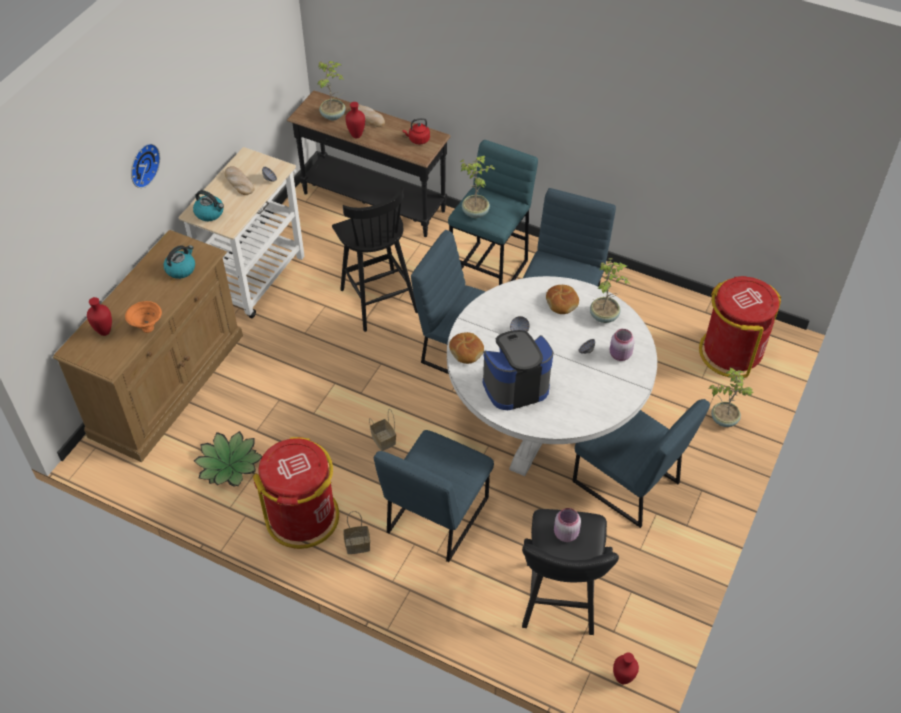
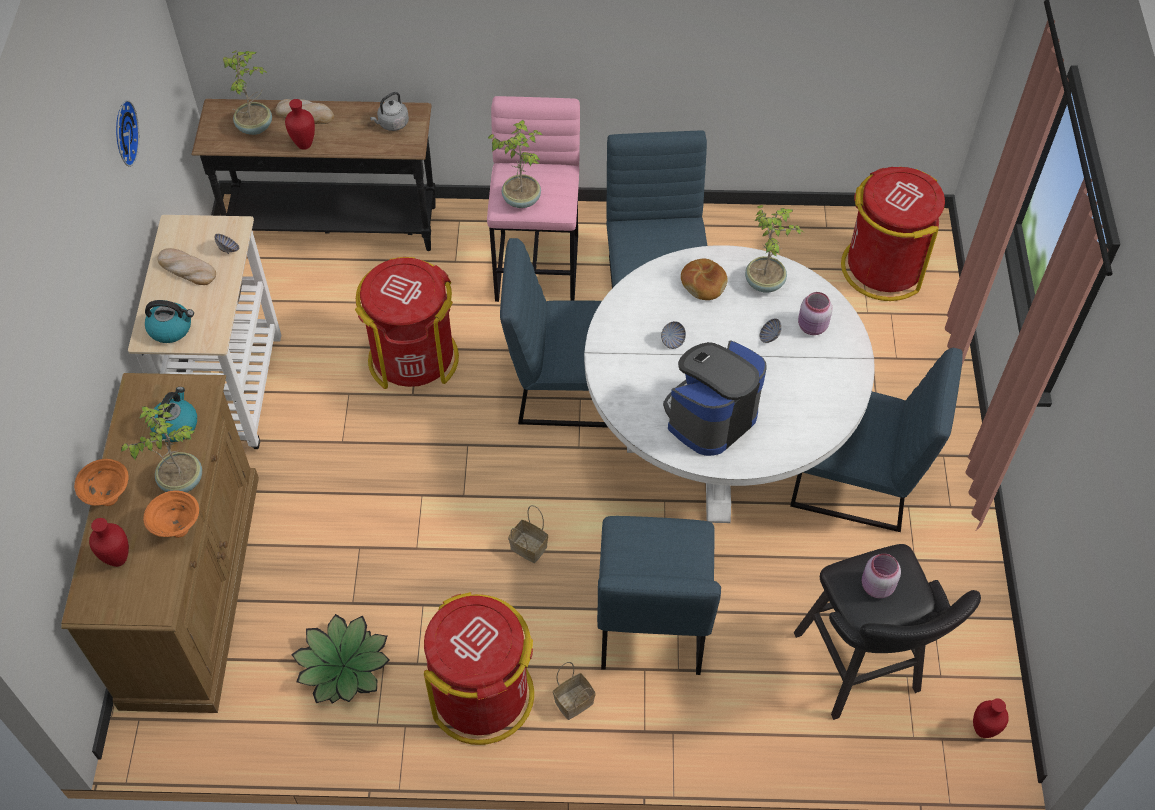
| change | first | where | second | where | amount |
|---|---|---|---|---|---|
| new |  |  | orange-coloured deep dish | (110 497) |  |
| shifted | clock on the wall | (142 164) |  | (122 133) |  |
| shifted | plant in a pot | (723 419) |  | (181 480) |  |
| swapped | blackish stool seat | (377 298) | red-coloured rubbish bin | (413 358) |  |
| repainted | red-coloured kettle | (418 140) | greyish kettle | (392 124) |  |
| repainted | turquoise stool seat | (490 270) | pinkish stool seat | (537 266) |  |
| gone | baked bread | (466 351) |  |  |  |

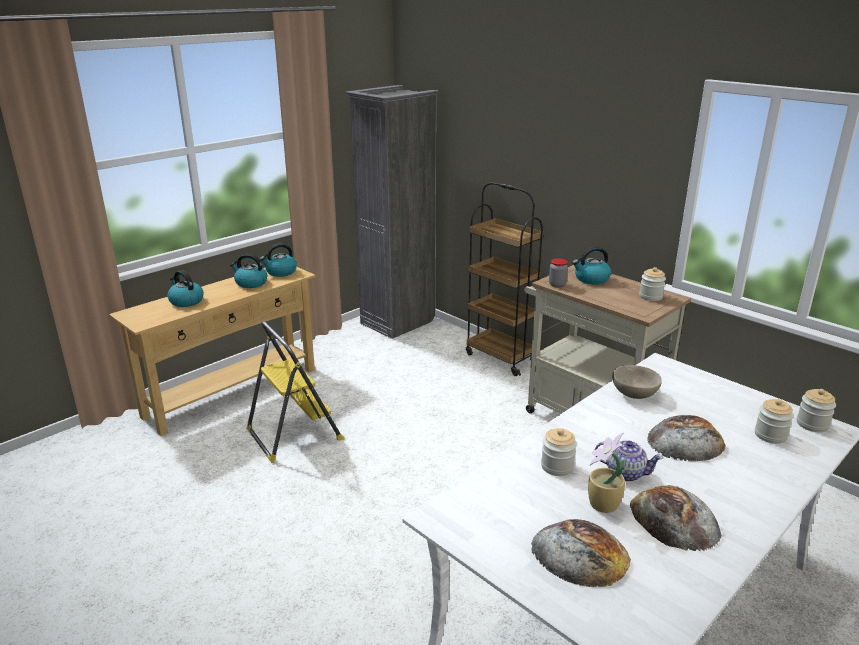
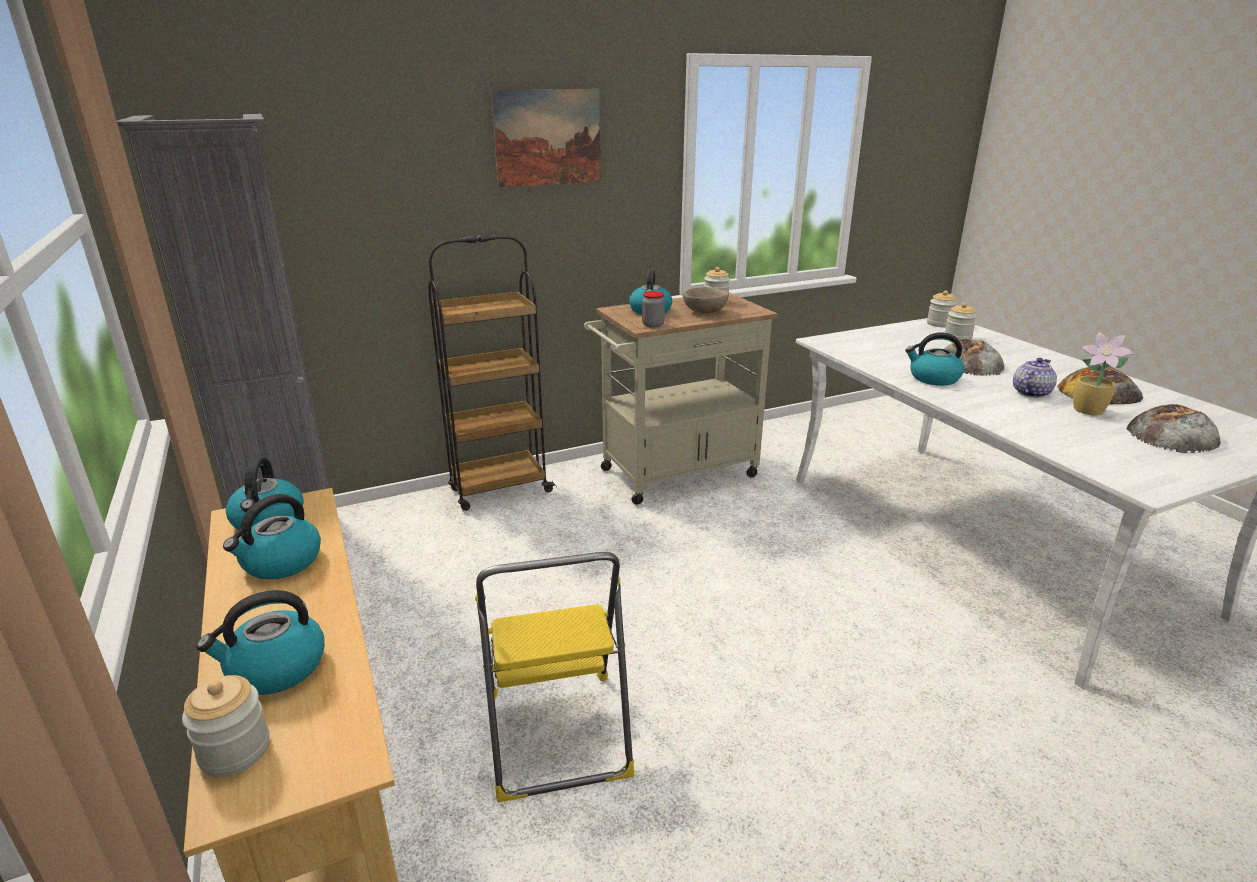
| change | first | where | second | where | amount |
|---|---|---|---|---|---|
| shifted | storage jar | (557 466) |  | (235 751) |  |
| new |  |  | picture | (548 137) |  |
| shifted | beige deep dish | (634 394) |  | (705 312) |  |
| new |  |  | kettle | (933 378) |  |

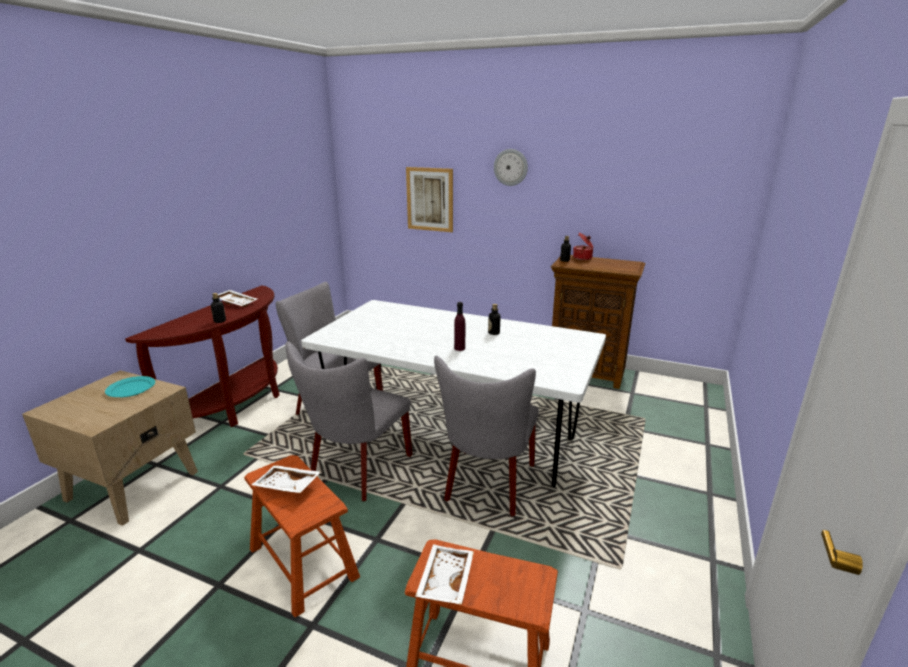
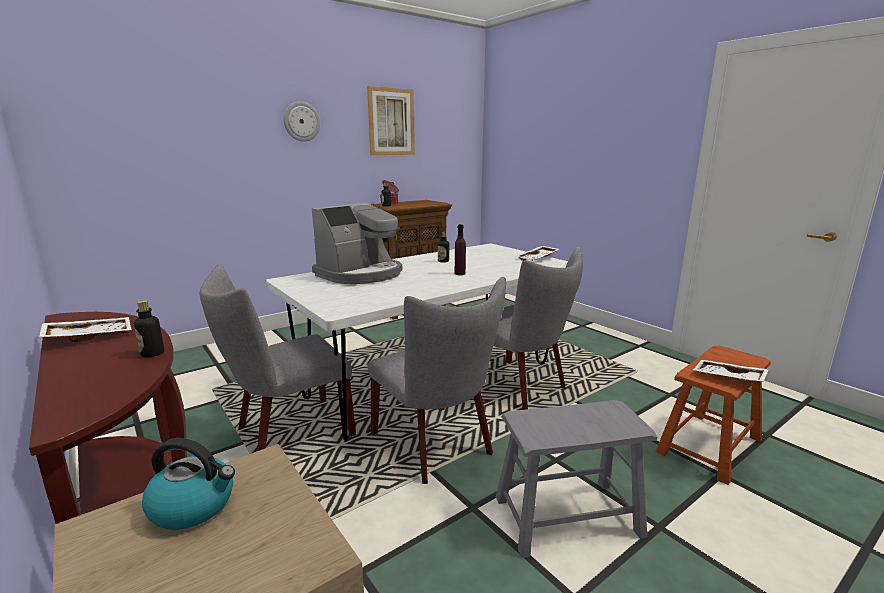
| change | first | where | second | where | amount |
|---|---|---|---|---|---|
| swapped | turquoise plate | (131 388) | kettle | (194 506) |  |
| new |  |  | coffee brewer | (361 274) |  |
| shifted | picture | (430 199) |  | (391 122) |  |
| repainted | brown-coloured stool seat | (303 563) | greyish stool seat | (567 516) |  |
| shifted | white serving tray | (286 486) |  | (538 258) |  |

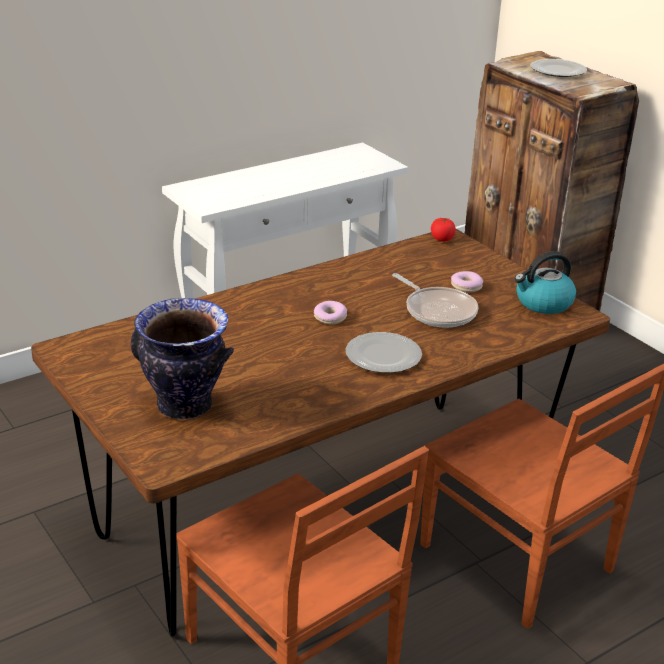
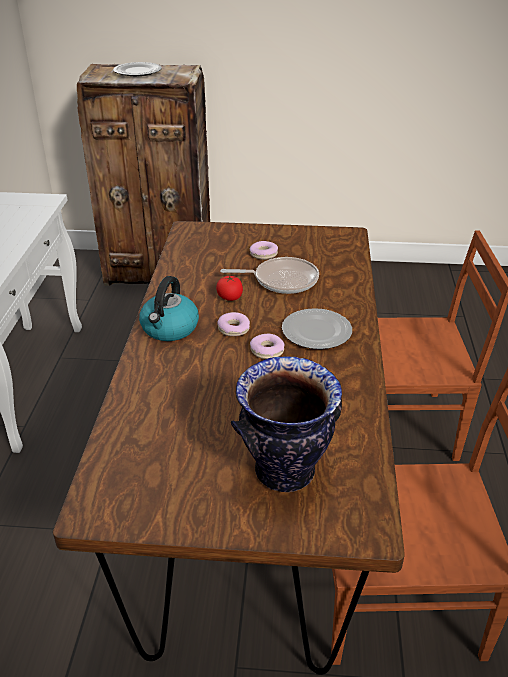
| change | first | where | second | where | amount |
|---|---|---|---|---|---|
| shifted | kettle | (543 303) |  | (169 329) |  |
| shifted | tomato | (442 239) |  | (230 297) |  |
| new |  |  | ring doughnut | (267 351) |  |

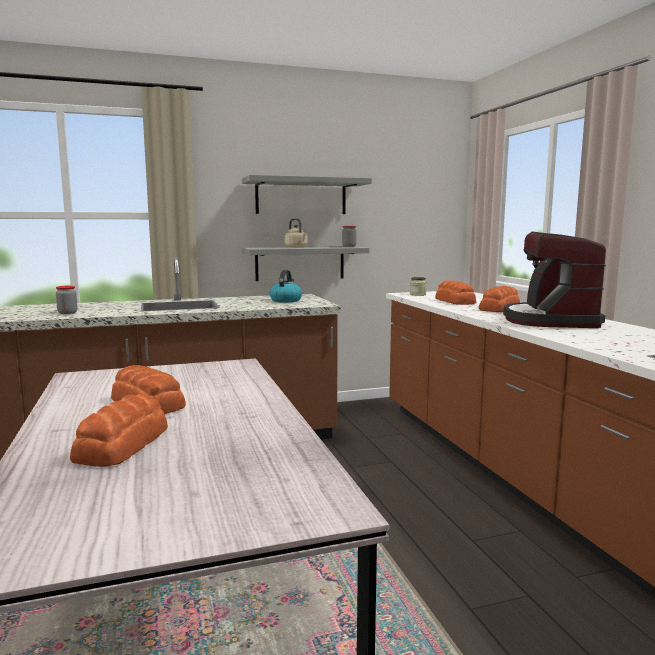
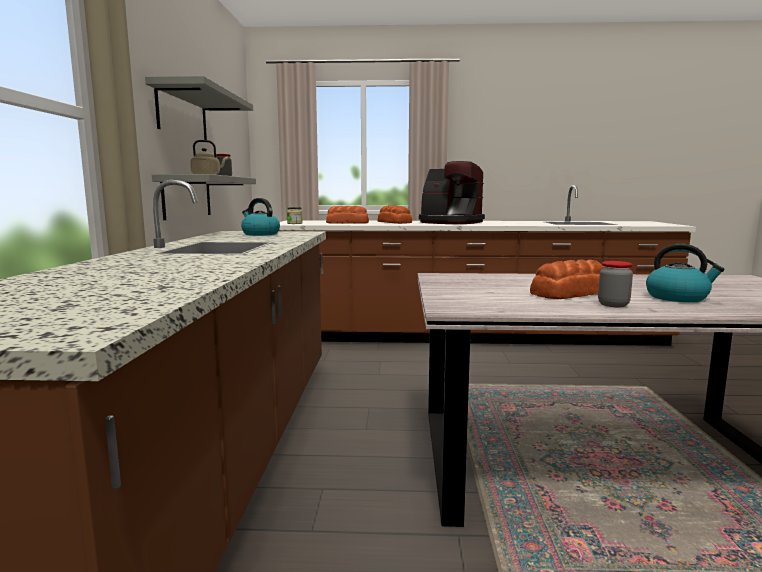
| change | first | where | second | where | amount |
|---|---|---|---|---|---|
| shifted | storage jar | (67 313) |  | (613 305) |  |
| swapped | baked bread | (124 444) | kettle | (678 297) |  |

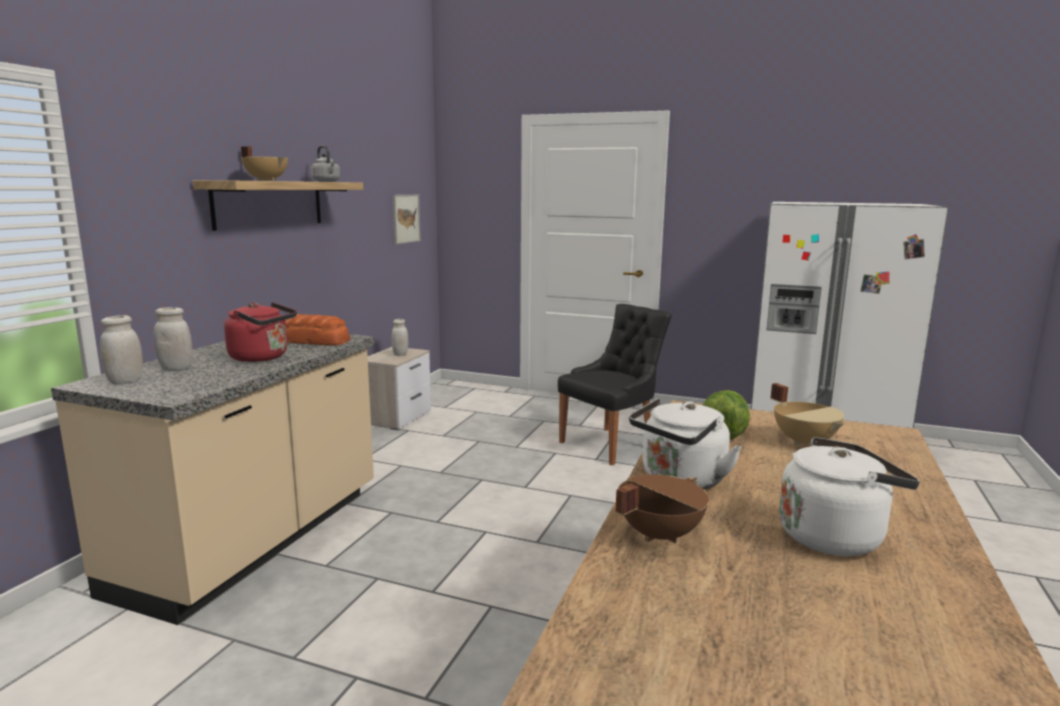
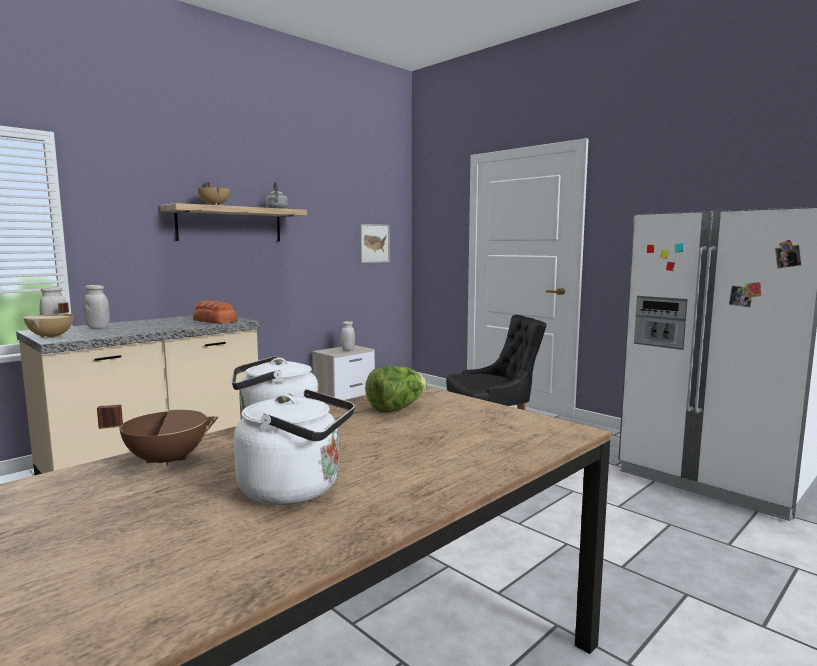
| change | first | where | second | where | amount |
|---|---|---|---|---|---|
| shifted | beige cooking pot | (805 442) |  | (52 337) |  |
| gone | red-coloured kettle | (262 357) |  |  |  |

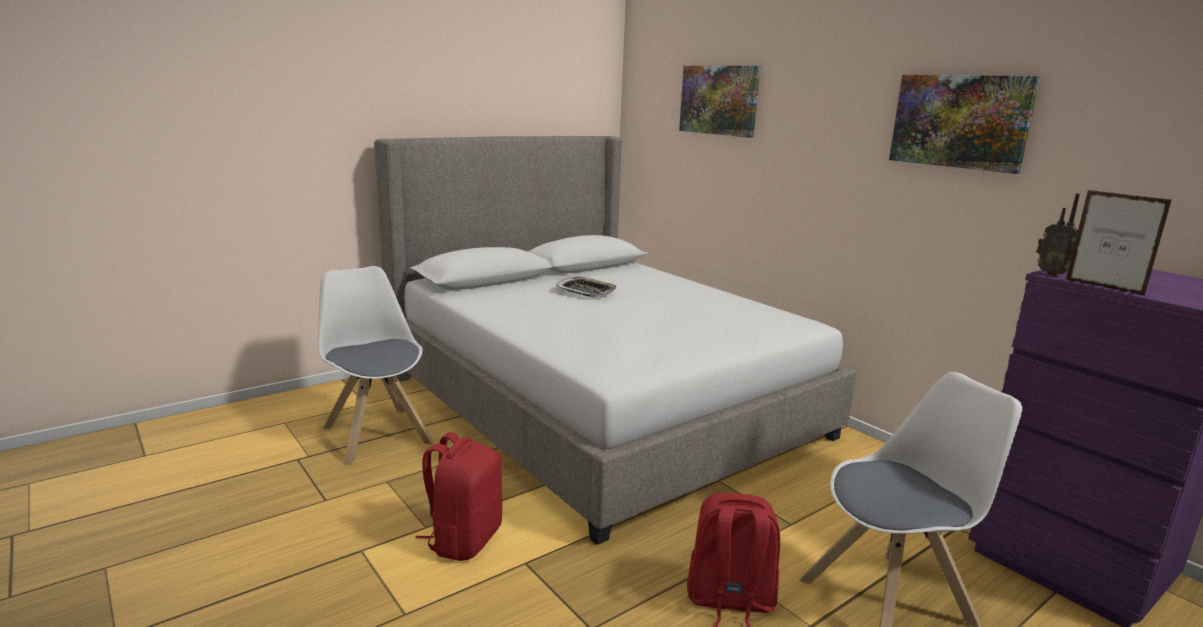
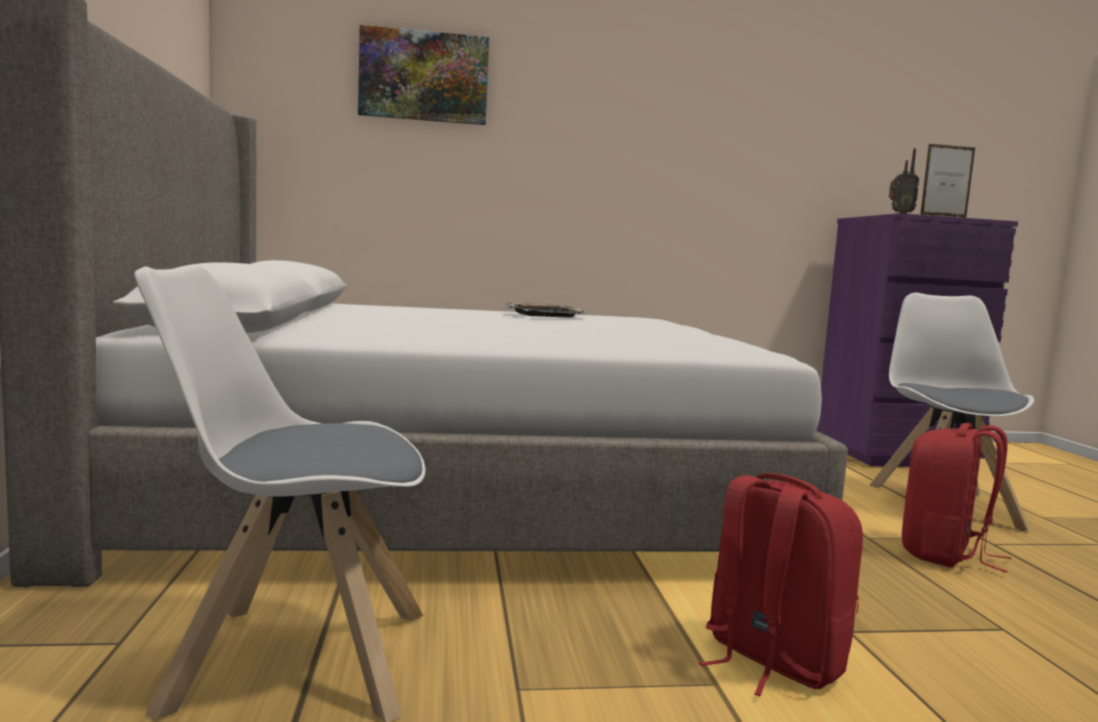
| change | first | where | second | where | amount |
|---|---|---|---|---|---|
| shifted | serving tray | (586 291) |  | (544 315) |  |
| gone | picture | (960 121) |  |  |  |

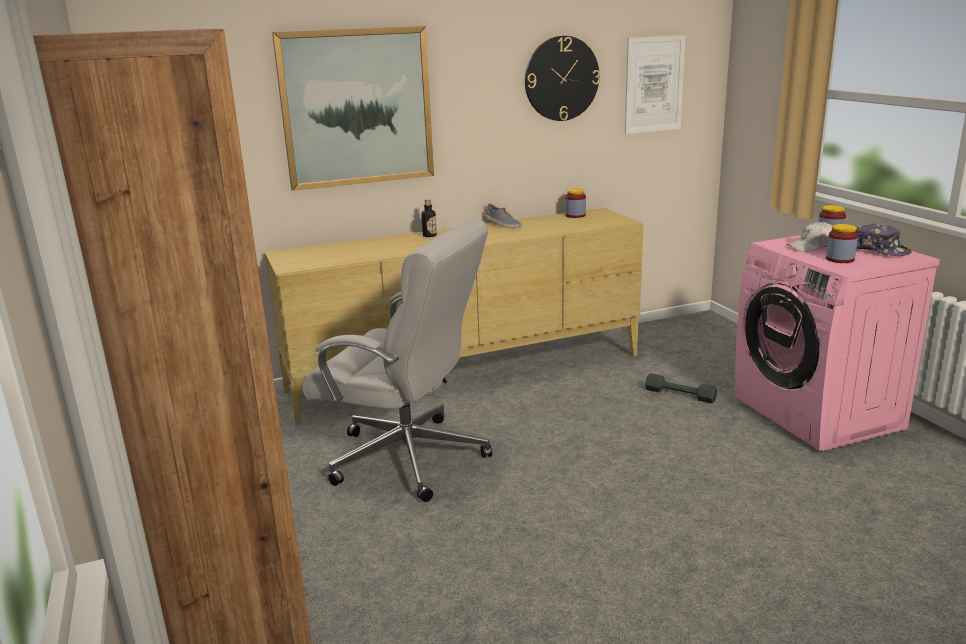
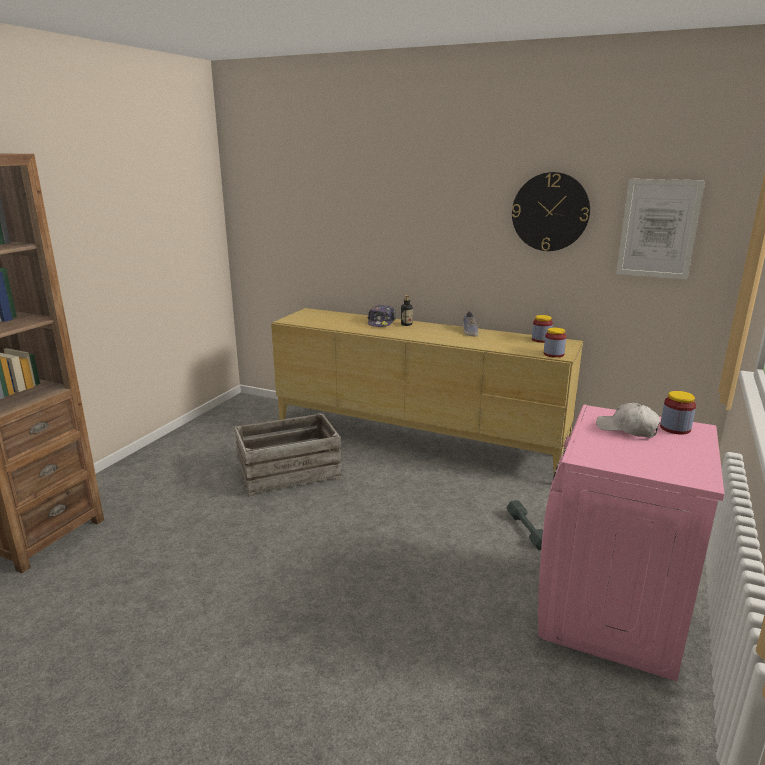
| change | first | where | second | where | amount |
|---|---|---|---|---|---|
| swapped | greyish office chair | (407 457) | crate | (289 473) |  |
| shifted | baseball cap | (879 250) |  | (381 322) |  |
| shifted | storage jar | (840 259) |  | (553 354) |  |
| gone | picture | (357 108) |  |  |  |

